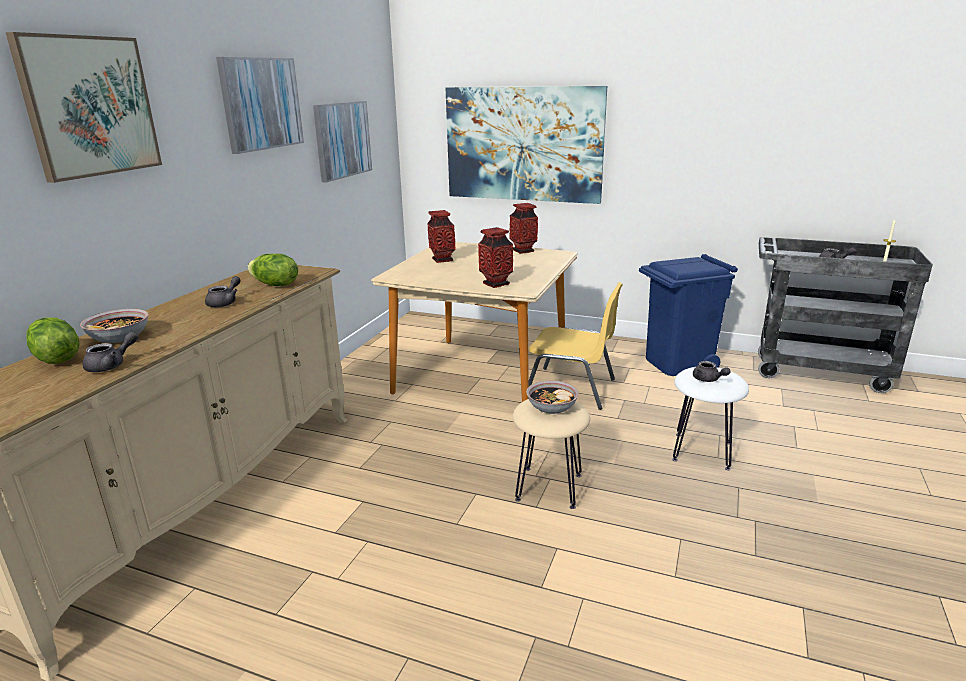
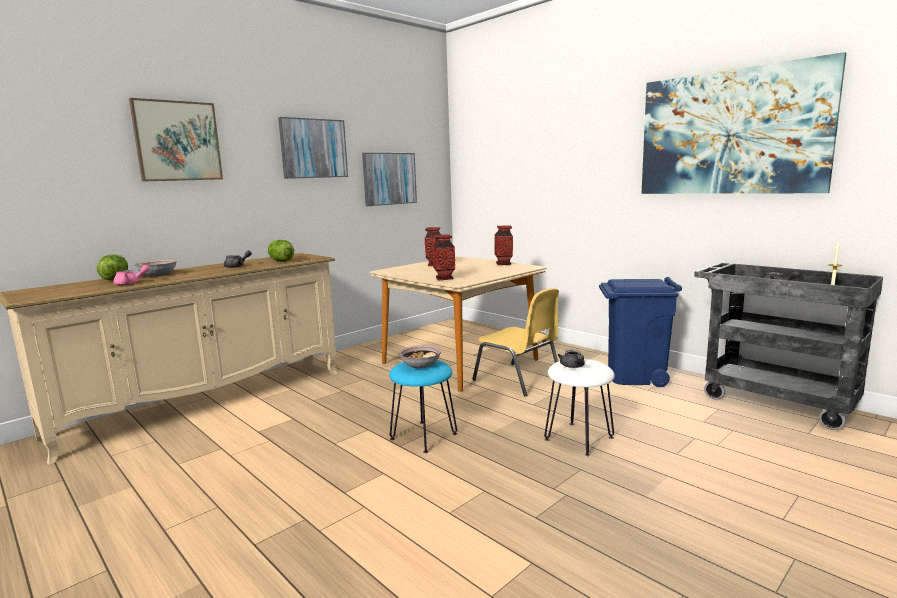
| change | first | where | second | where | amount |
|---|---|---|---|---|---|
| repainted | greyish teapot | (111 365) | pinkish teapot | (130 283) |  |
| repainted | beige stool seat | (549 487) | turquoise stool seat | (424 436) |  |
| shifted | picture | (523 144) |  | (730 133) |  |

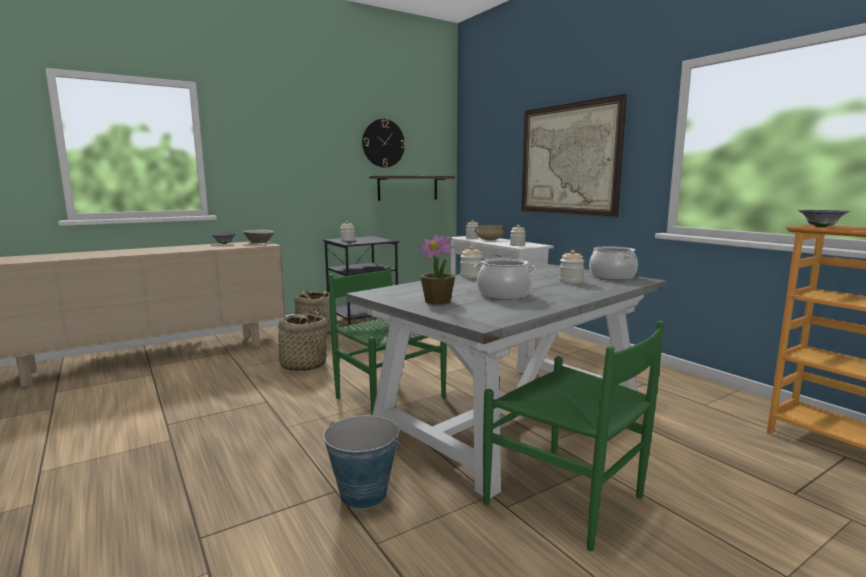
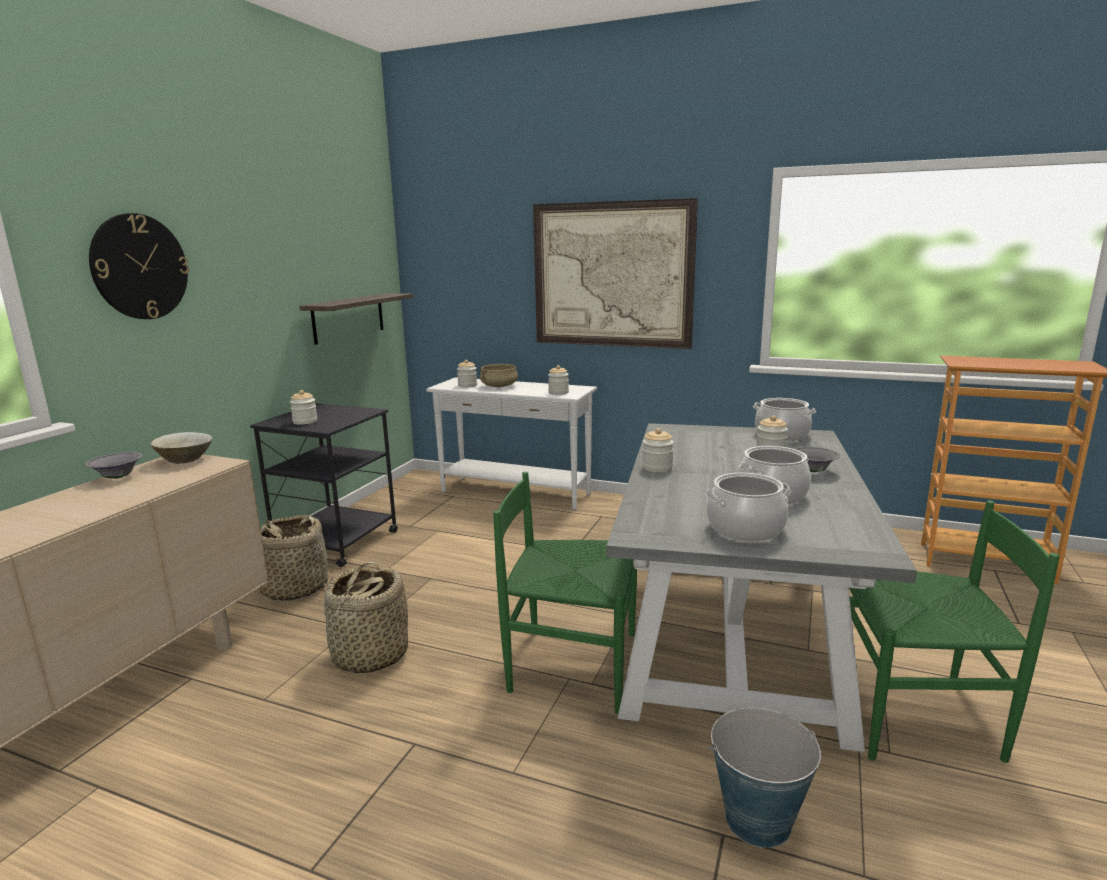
| change | first | where | second | where | amount |
|---|---|---|---|---|---|
| shifted | clock on the wall | (383 143) |  | (139 267) |  |
| swapped | plant in a pot | (437 301) | cooking pot | (745 528) |  |
| shifted | greyish deep dish | (821 227) |  | (812 471) |  |

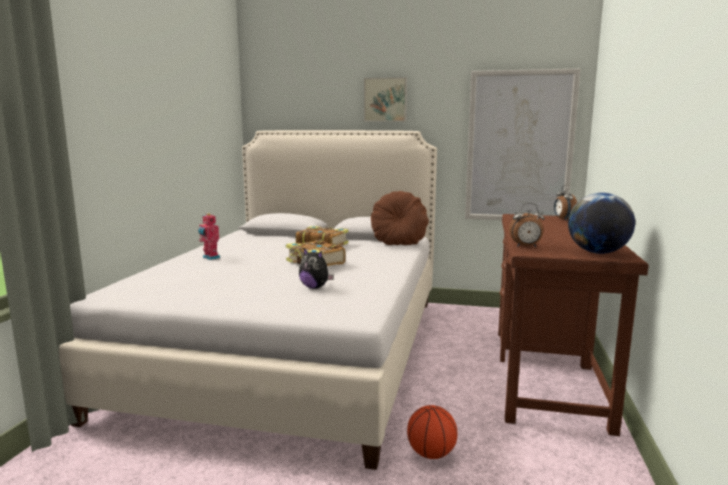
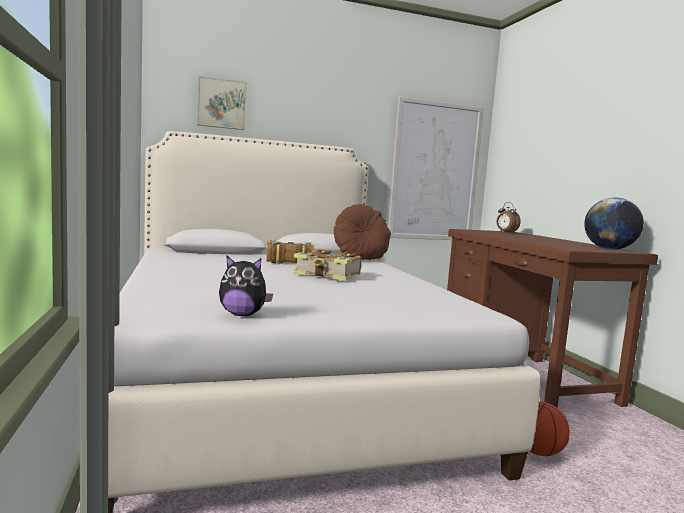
| change | first | where | second | where | amount |
|---|---|---|---|---|---|
| shifted | picture | (385 100) |  | (221 104) |  |
| shifted | cuddly toy | (315 287) |  | (243 315) |  |
| gone | model robot | (210 258) |  |  |  |
| gone | bedside clock | (526 246) |  |  |  |

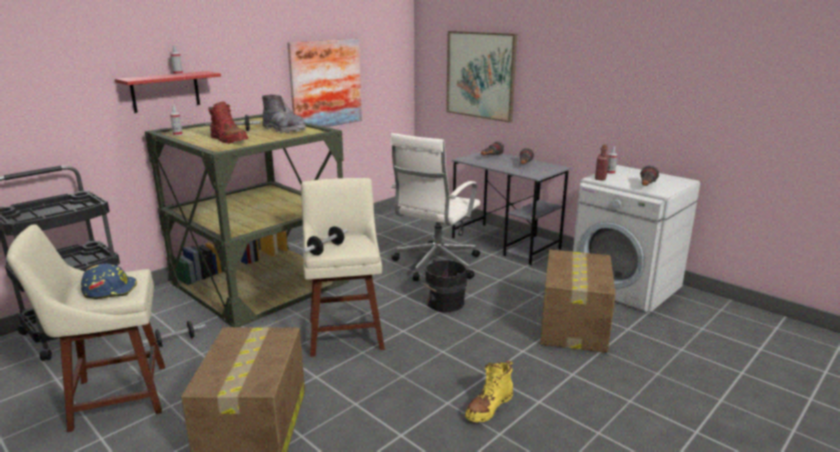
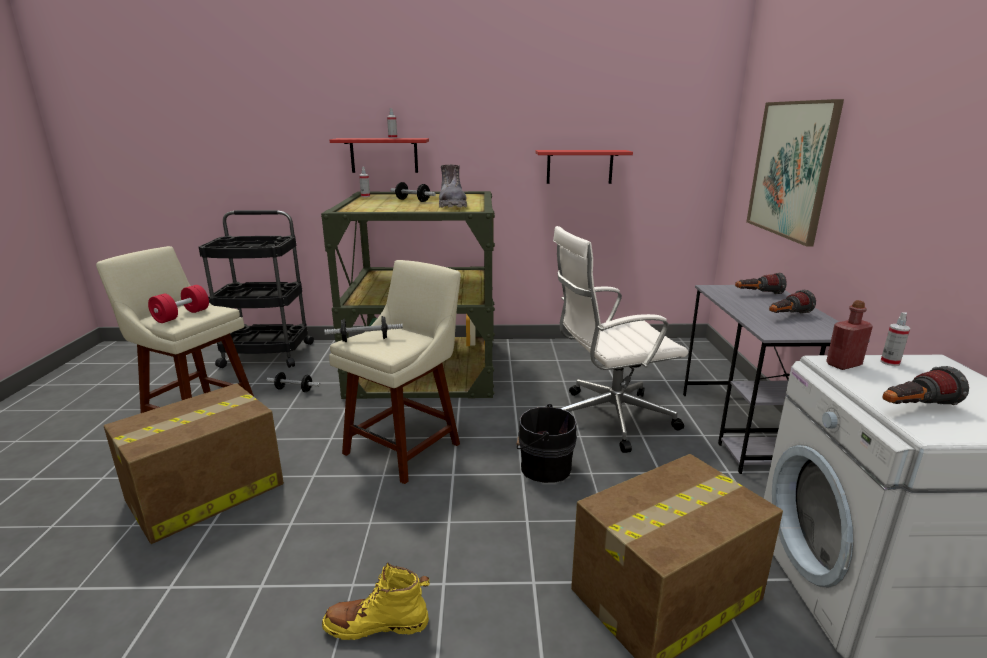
| change | first | where | second | where | amount |
|---|---|---|---|---|---|
| swapped | bluish hard hat | (110 290) | red-coloured free weight | (182 316) |  |
| swapped | picture | (326 84) | red-coloured wall shelf | (579 166) |  |
| gone | red-coloured boot | (228 140) |  |  |  |

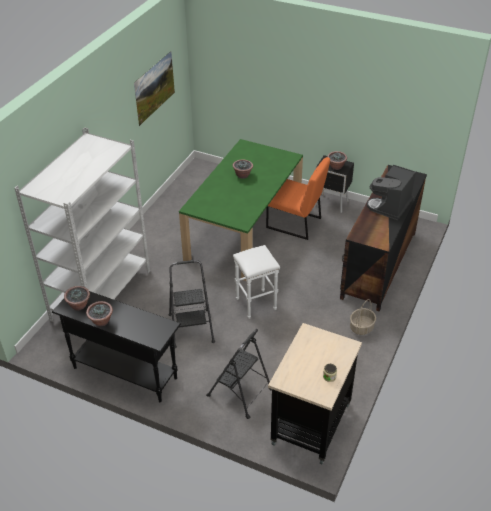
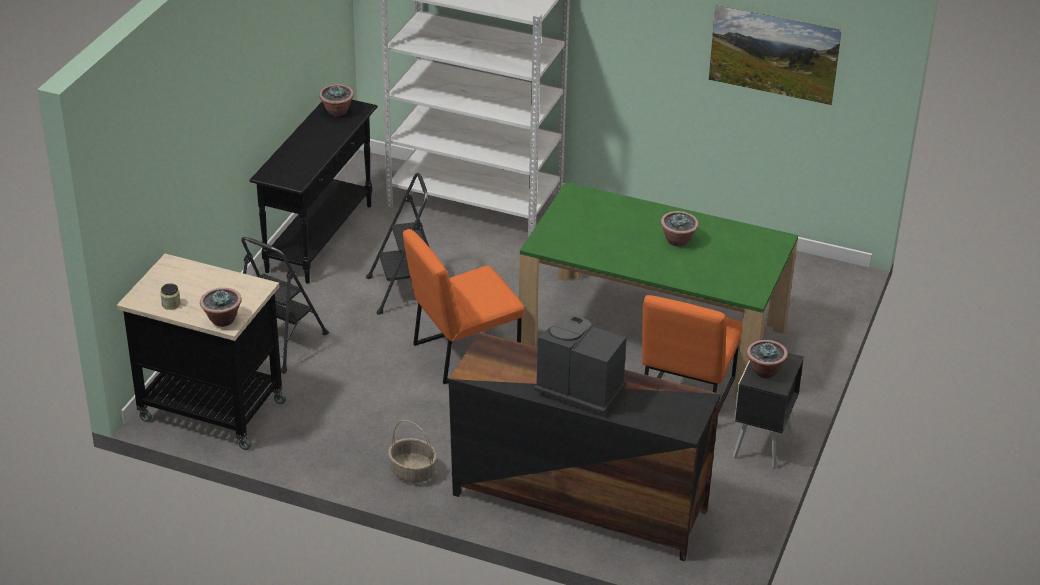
| change | first | where | second | where | amount |
|---|---|---|---|---|---|
| shifted | plant in a pot | (101 321) |  | (222 320) |  |
| swapped | white stool seat | (255 304) | orange-coloured plain chair | (463 352) |  |

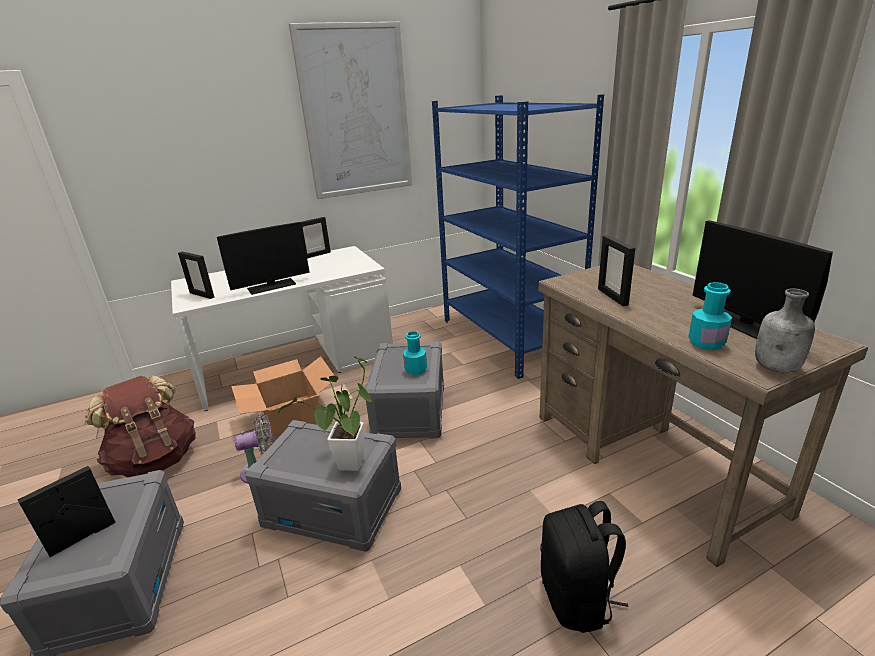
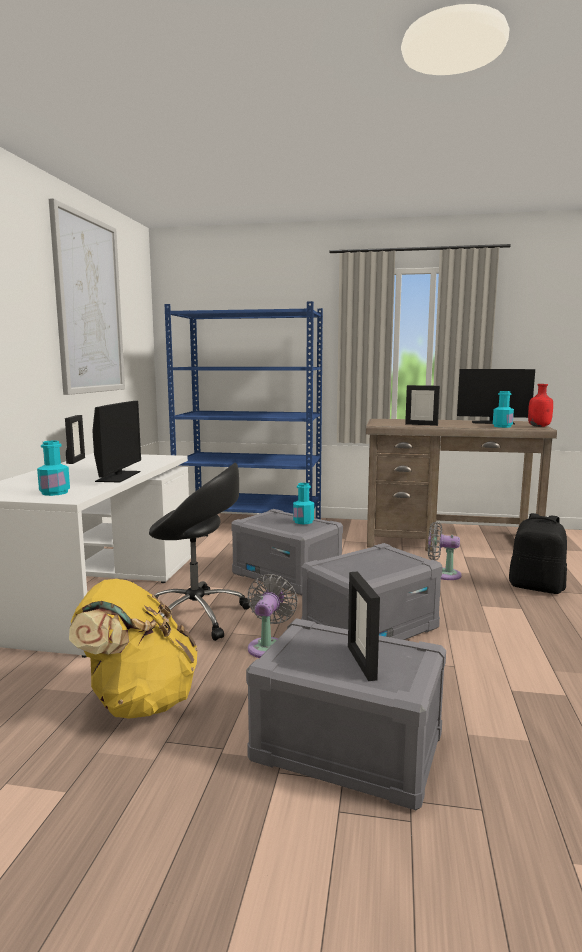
| change | first | where | second | where | amount |
|---|---|---|---|---|---|
| swapped | picture frame | (202 295) | turquoise bottle | (54 492) |  |
| repainted | brown-coloured knapsack | (155 460) | yellow knapsack | (139 702) |  |
| swapped | carton | (291 416) | blackish office chair | (198 617) |  |
| new |  |  | greyish fan | (442 574) |  |
| repainted | greyish bottle | (777 368) | red-coloured bottle | (539 426) |  |
| gone | plant in a pot | (349 468) |  |  |  |

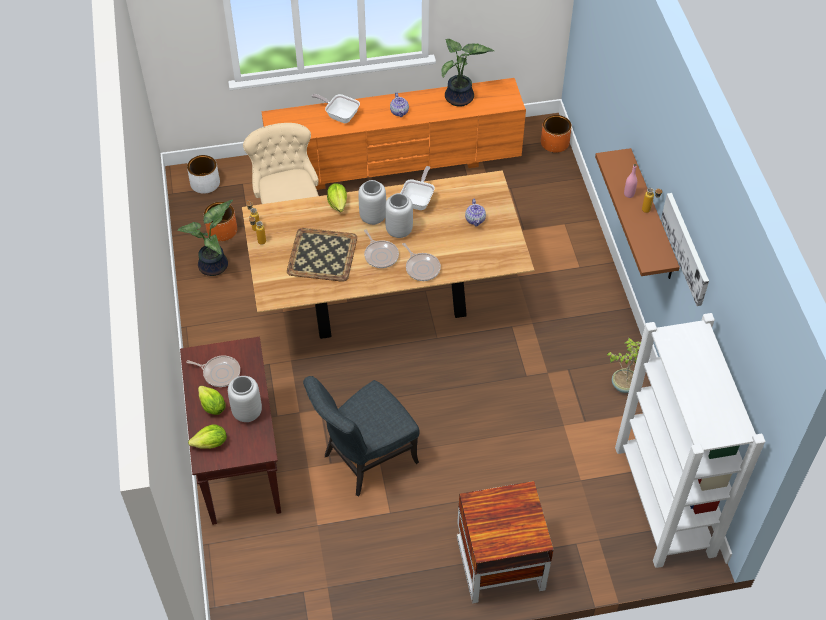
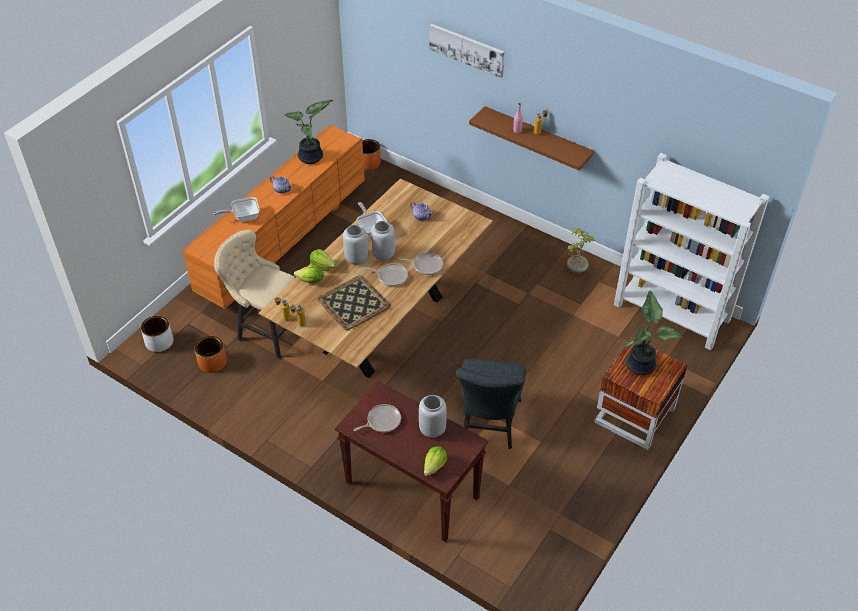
| change | first | where | second | where | amount |
|---|---|---|---|---|---|
| shifted | head of lettuce | (212 407) |  | (311 281) |  |
| shifted | picture | (686 248) |  | (467 49) |  |
| shifted | plant in a pot | (215 266) |  | (641 364) |  |

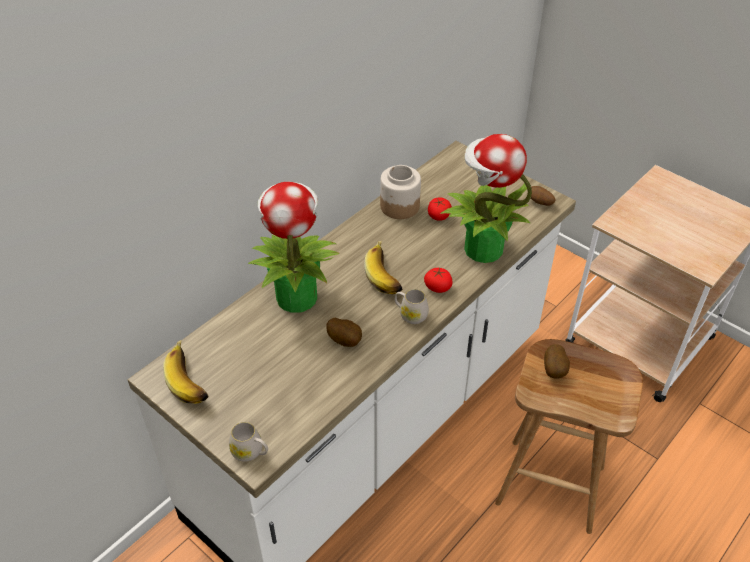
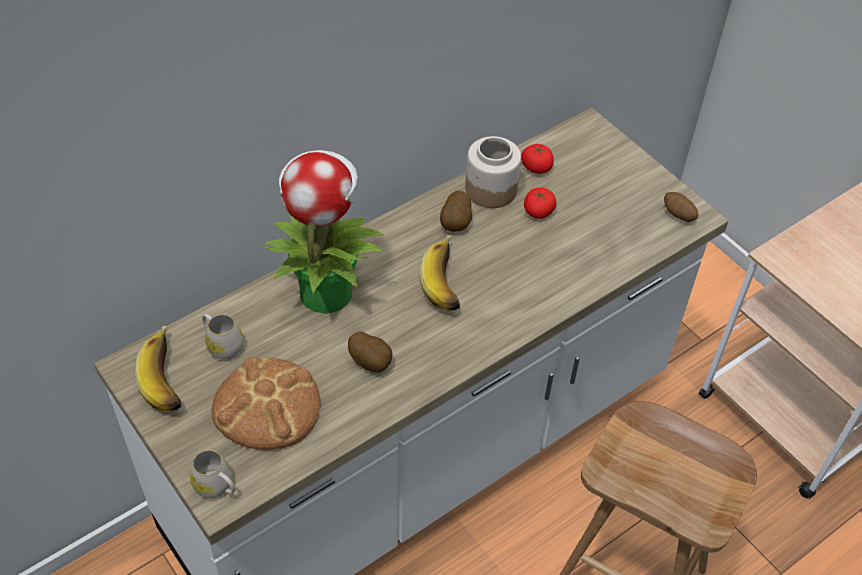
| change | first | where | second | where | amount |
|---|---|---|---|---|---|
| shifted | white mug | (410 314) |  | (222 345) |  |
| new |  |  | baked bread | (267 406) |  |
| shifted | spud | (555 370) |  | (456 224) |  |
| shifted | tomato | (438 287) |  | (536 167) |  |
| gone | plant in a pot | (481 249) |  |  |  |

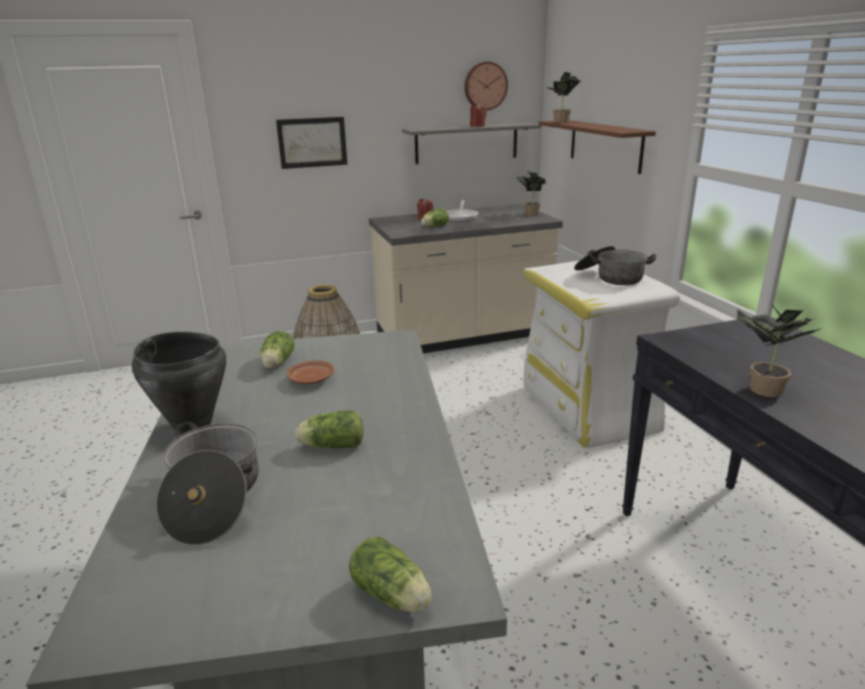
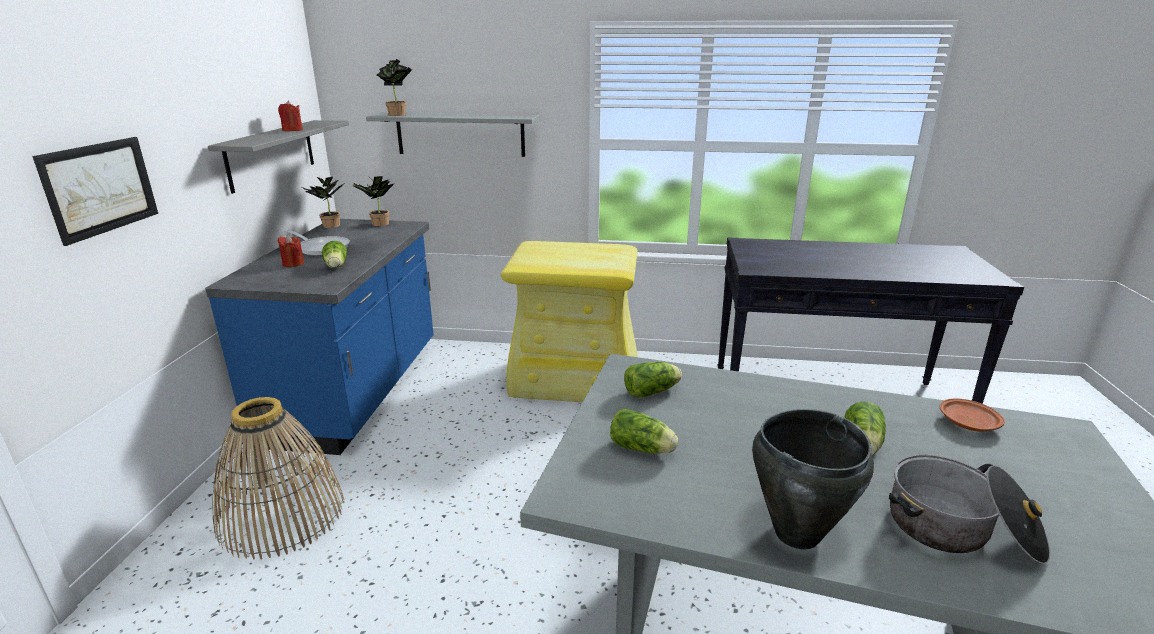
| change | first | where | second | where | amount |
|---|---|---|---|---|---|
| repainted | beige counter | (463 336) | bluish counter | (357 392) |  |
| shifted | plant in a pot | (760 390) |  | (329 226) |  |
| repainted | brown-coloured wall shelf | (605 145) | greyish wall shelf | (460 134) |  |
| repainted | white night table | (587 408) | yellow night table | (576 381) |  |
| shifted | head of lettuce | (393 596) |  | (653 391) |  |
| shifted | brown-coloured plate | (311 379) |  | (967 423) |  |
| gone | clock on the wall | (485 86) |  |  |  |
| gone | cooking pot | (610 277) |  |  |  |

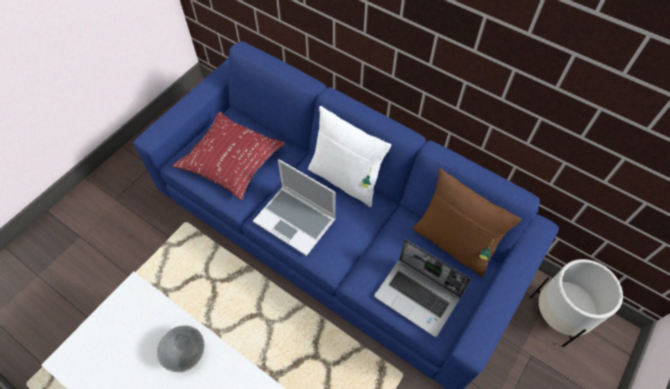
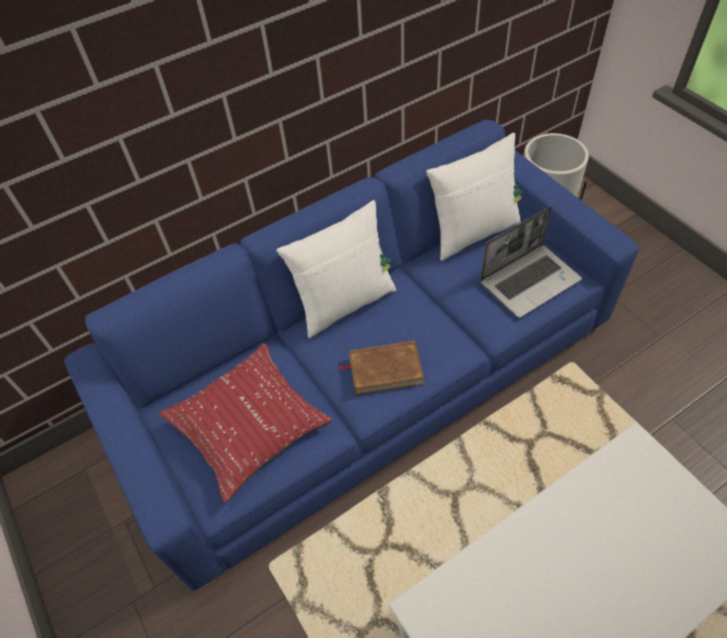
| change | first | where | second | where | amount |
|---|---|---|---|---|---|
| swapped | portable computer | (296 220) | brown-coloured bound book | (385 369) |  |
| repainted | brown-coloured pillow | (453 243) | white pillow | (472 233) |  |
| gone | greyish deep dish | (187 353) |  |  |  |

